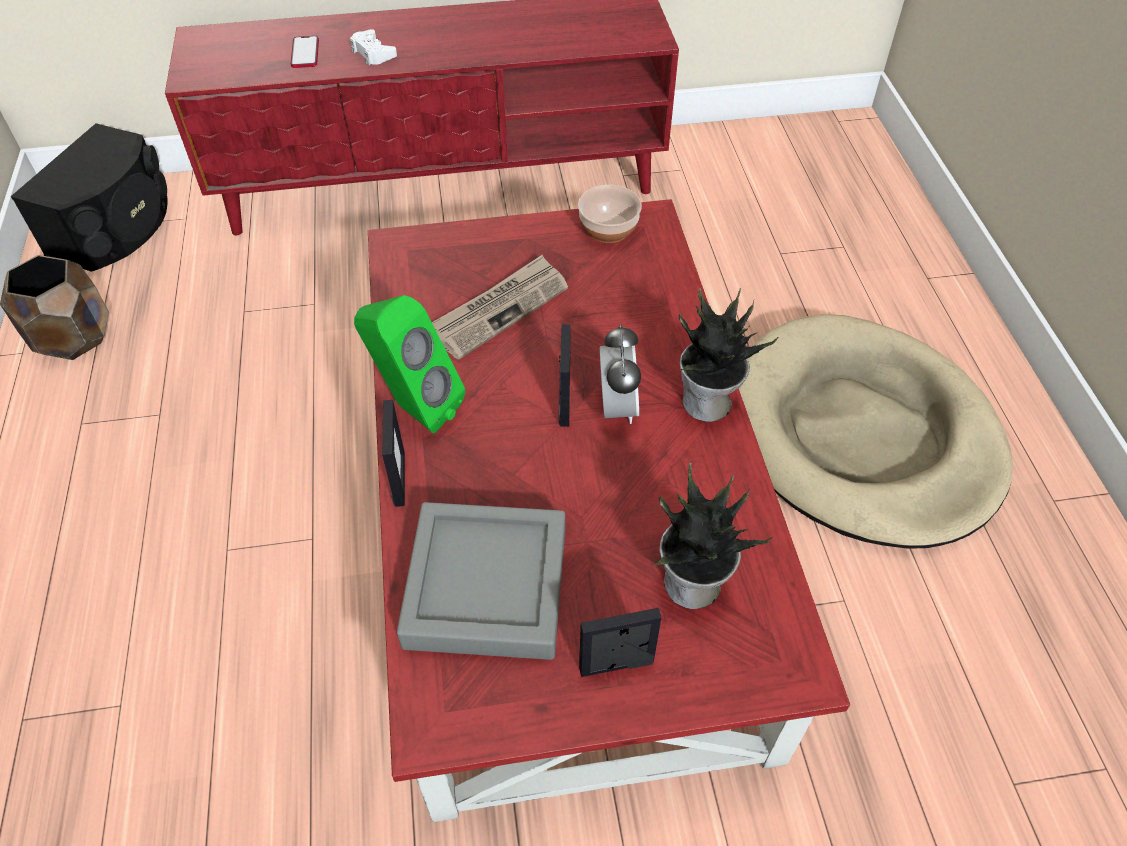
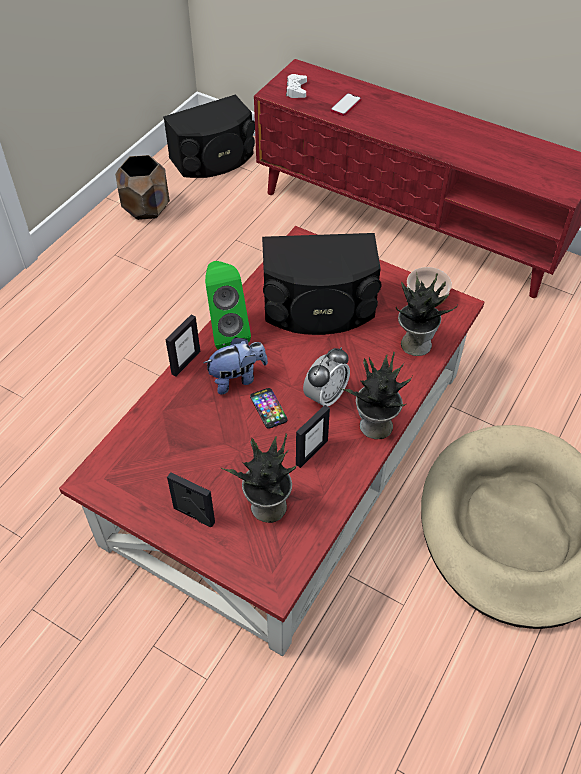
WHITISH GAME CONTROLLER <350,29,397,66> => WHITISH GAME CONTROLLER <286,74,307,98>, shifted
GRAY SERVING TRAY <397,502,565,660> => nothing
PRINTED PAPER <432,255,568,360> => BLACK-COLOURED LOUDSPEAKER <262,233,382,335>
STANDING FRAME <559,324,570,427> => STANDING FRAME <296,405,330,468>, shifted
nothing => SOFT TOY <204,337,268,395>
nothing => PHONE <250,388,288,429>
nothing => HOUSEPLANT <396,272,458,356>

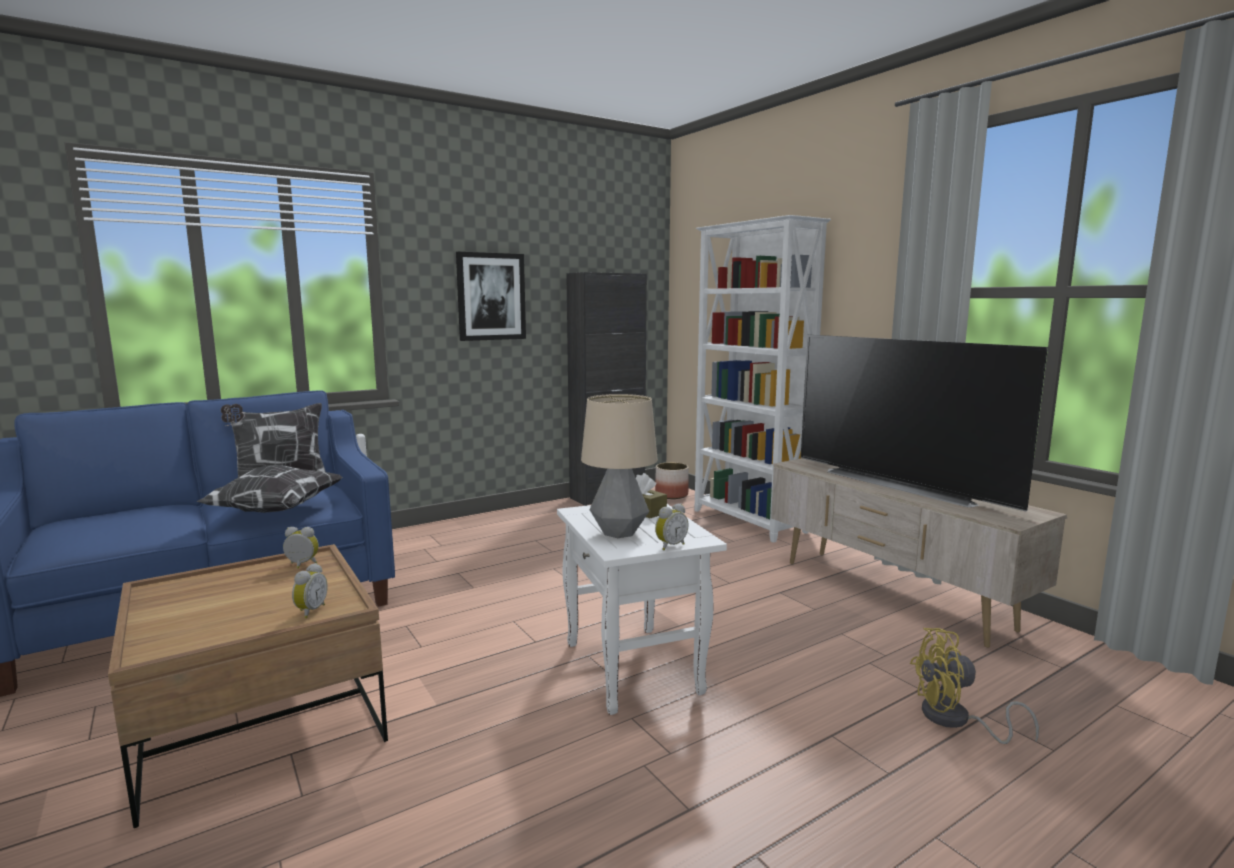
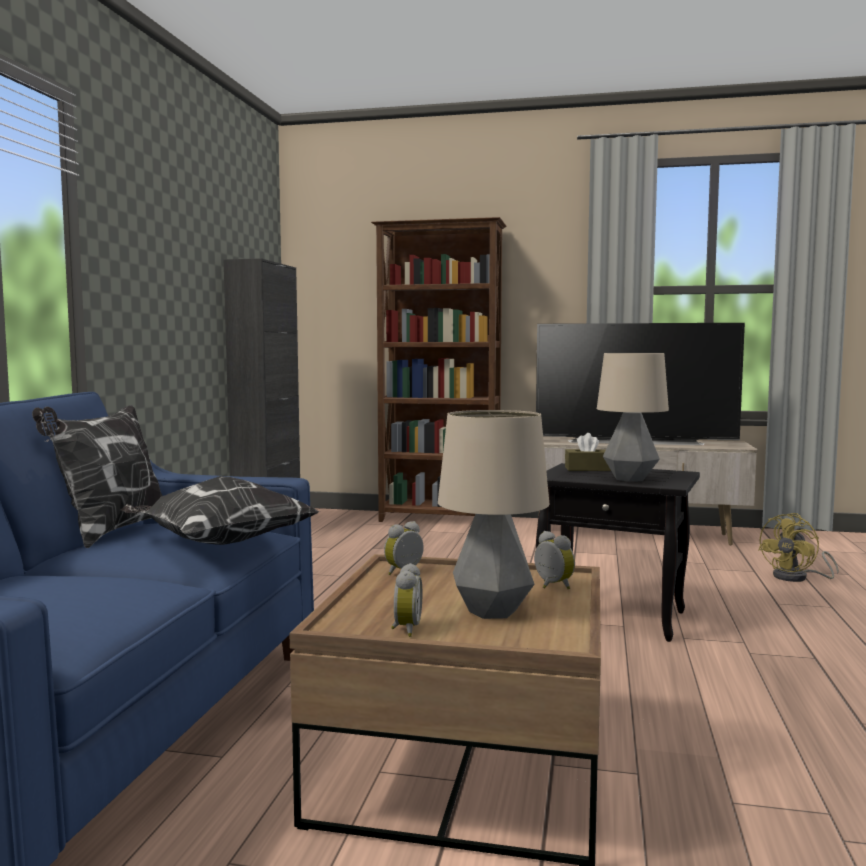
WALL ART <456,252,526,341> => nothing
WHITISH END TABLE <557,504,727,715> => BLACK-COLOURED END TABLE <536,463,700,642>
PLANT POT <655,462,689,499> => nothing
BEDSIDE CLOCK <655,503,689,550> => BEDSIDE CLOCK <391,563,422,637>, shifted
WHITISH BOOKCASE <694,215,831,543> => BROWN BOOKCASE <371,217,506,522>
nothing => TABLE LAMP <438,410,550,619>

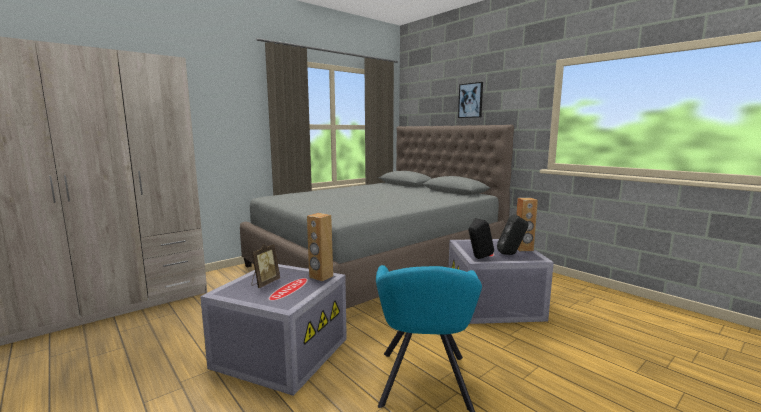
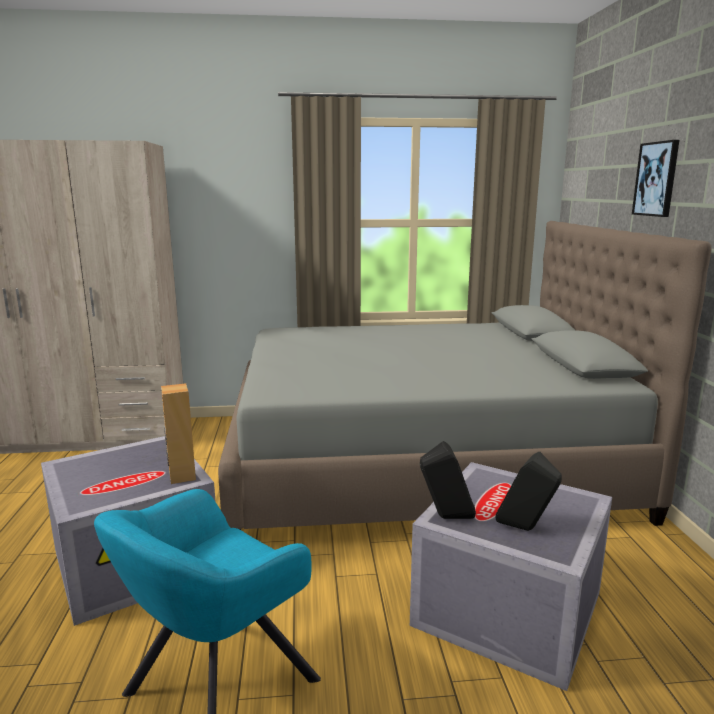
STANDING FRAME <251,244,280,288> => nothing
BROWN LOUDSPEAKER <516,198,538,251> => nothing

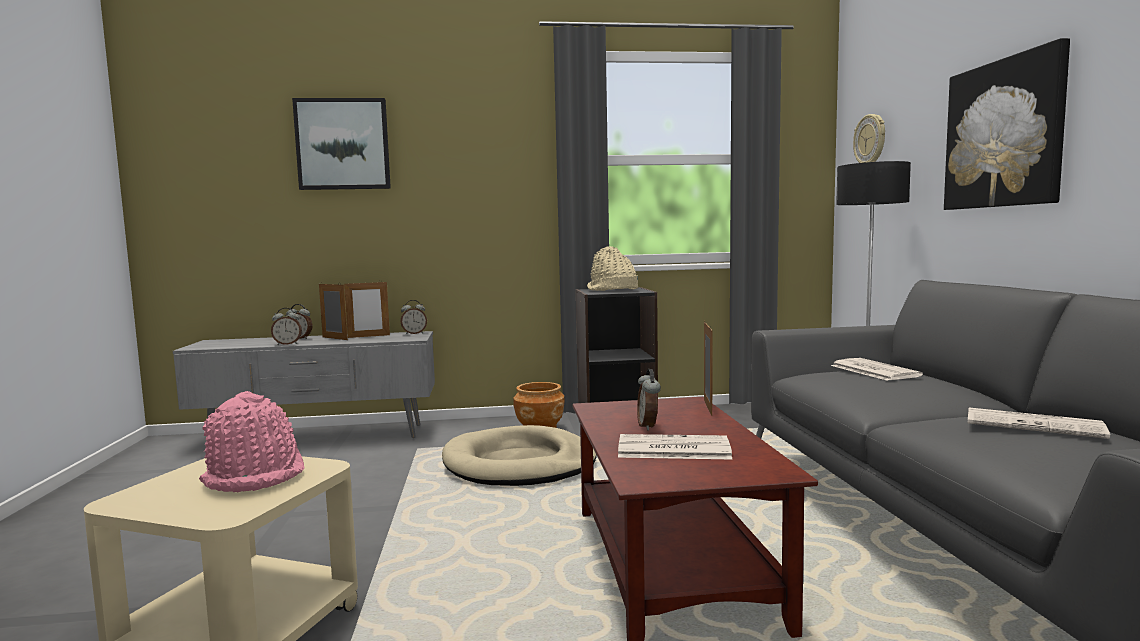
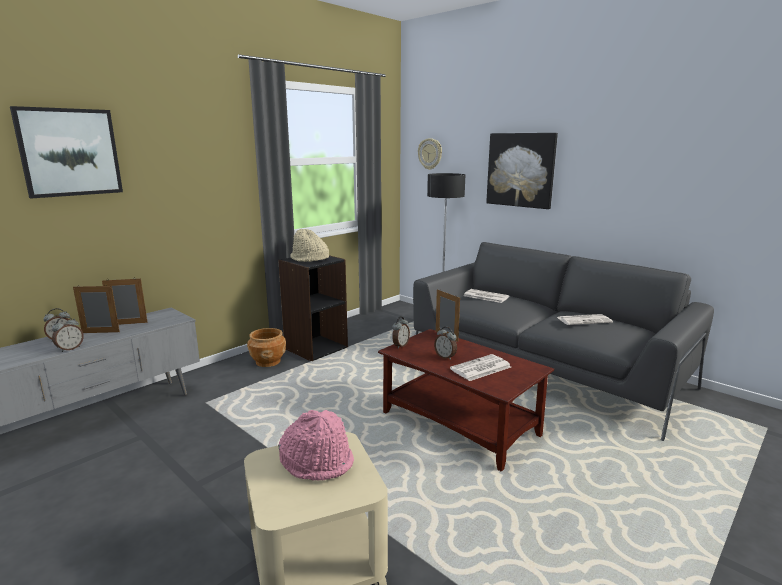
STANDING FRAME <344,280,390,338> => STANDING FRAME <102,277,148,325>, 135 degrees counterclockwise
BEDSIDE CLOCK <401,300,427,335> => BEDSIDE CLOCK <392,317,410,349>, shifted
SAND-COLOURED DOG BED <442,425,597,486> => nothing

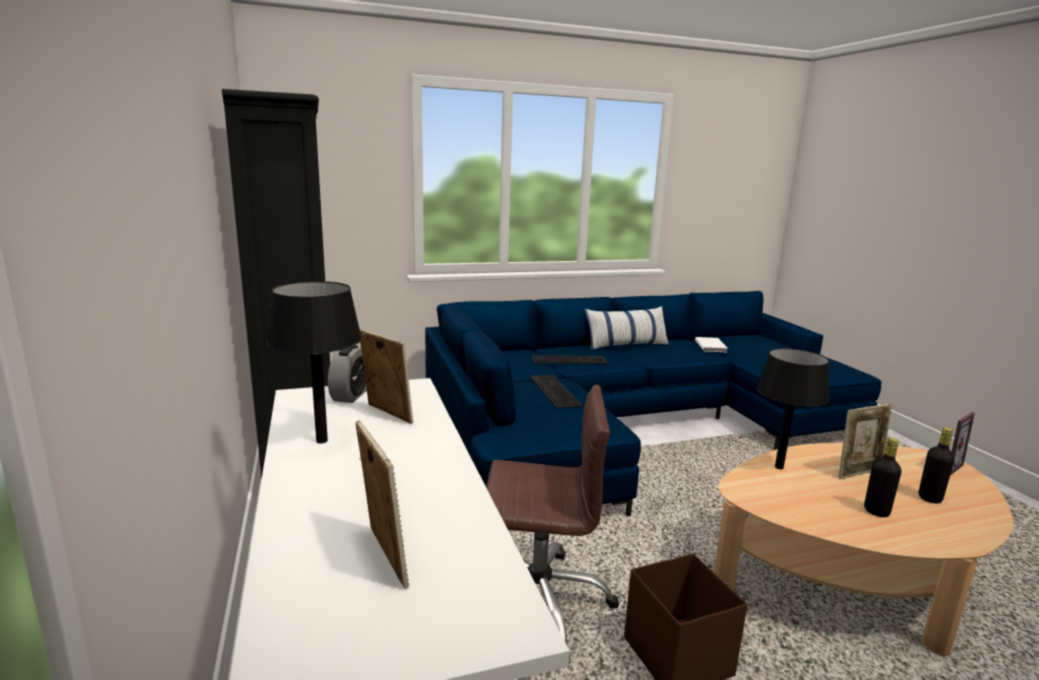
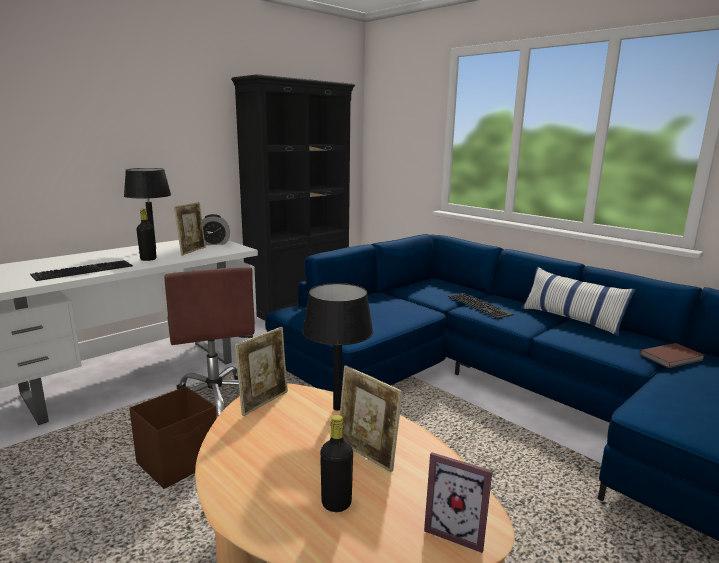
STANDING FRAME <356,421,410,589> => STANDING FRAME <235,327,288,416>, shifted
PC KEYBOARD <530,374,583,408> => PC KEYBOARD <30,260,133,281>, shifted
WHITISH VOLUME <695,337,728,352> => BROWN VOLUME <640,343,704,368>
BLACK-COLOURED BOTTLE <864,438,902,517> => BLACK-COLOURED BOTTLE <136,209,156,261>, shifted

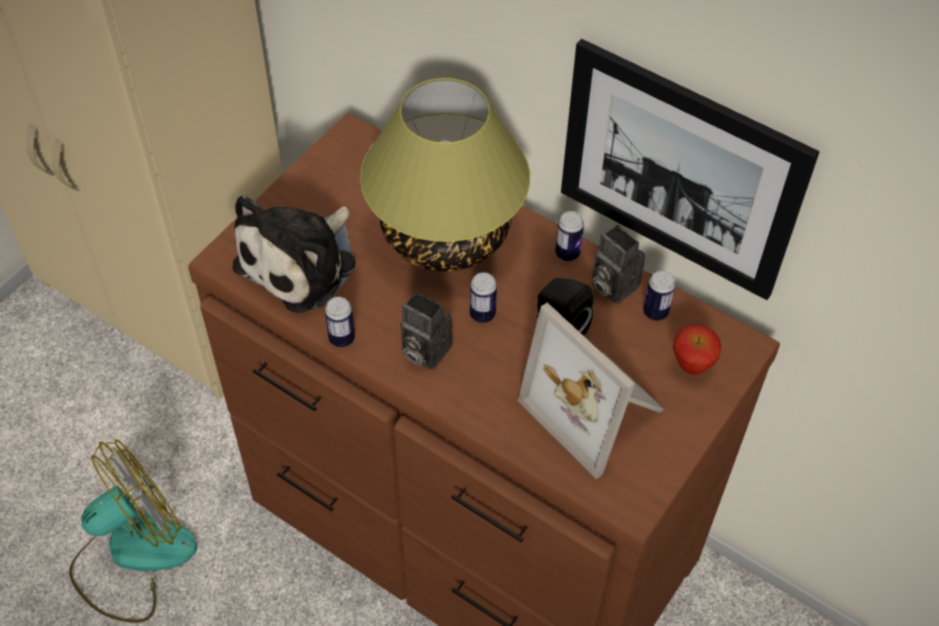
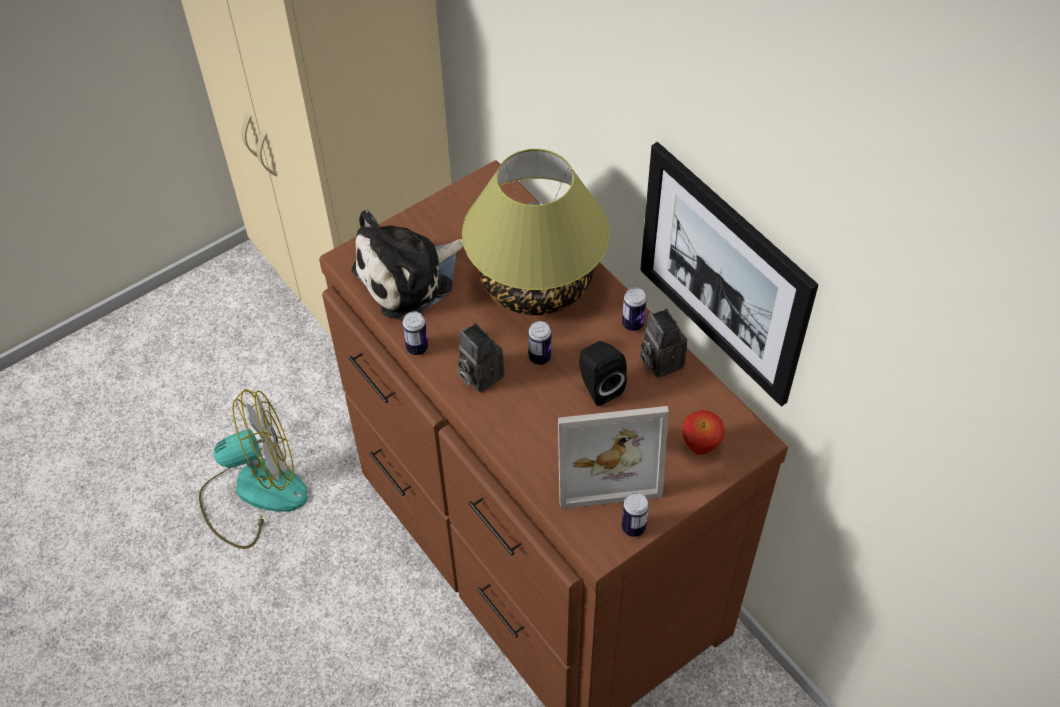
STANDING FRAME <518,302,664,479> => STANDING FRAME <558,406,669,509>, 75 degrees counterclockwise
METAL CAN <643,270,676,321> => METAL CAN <621,492,649,537>, shifted

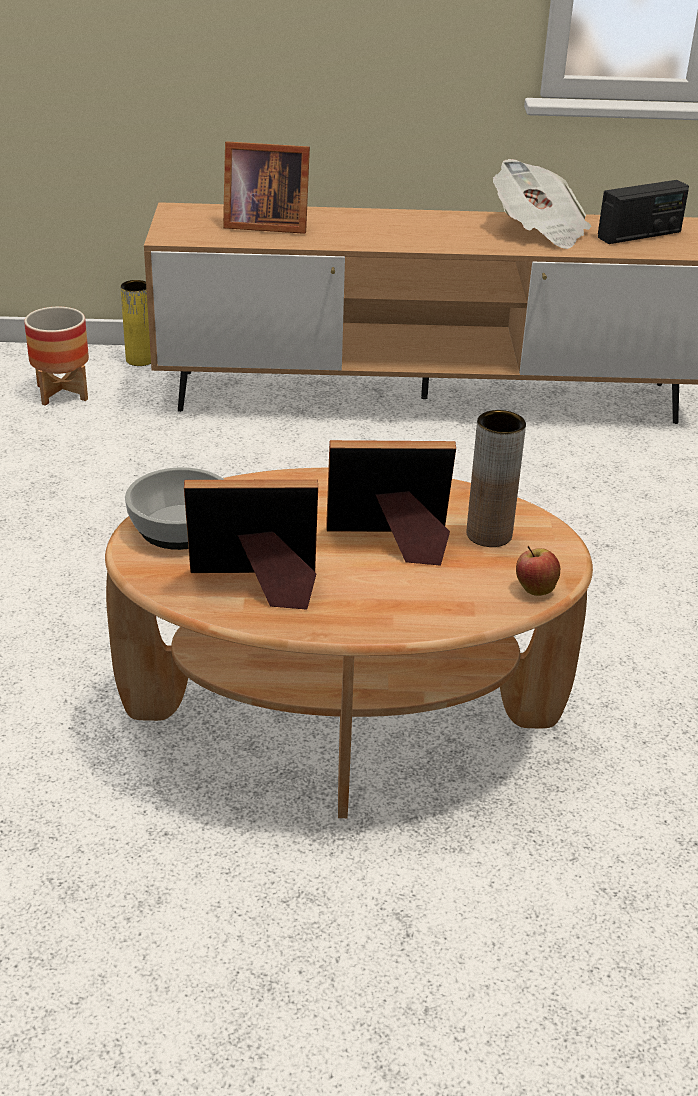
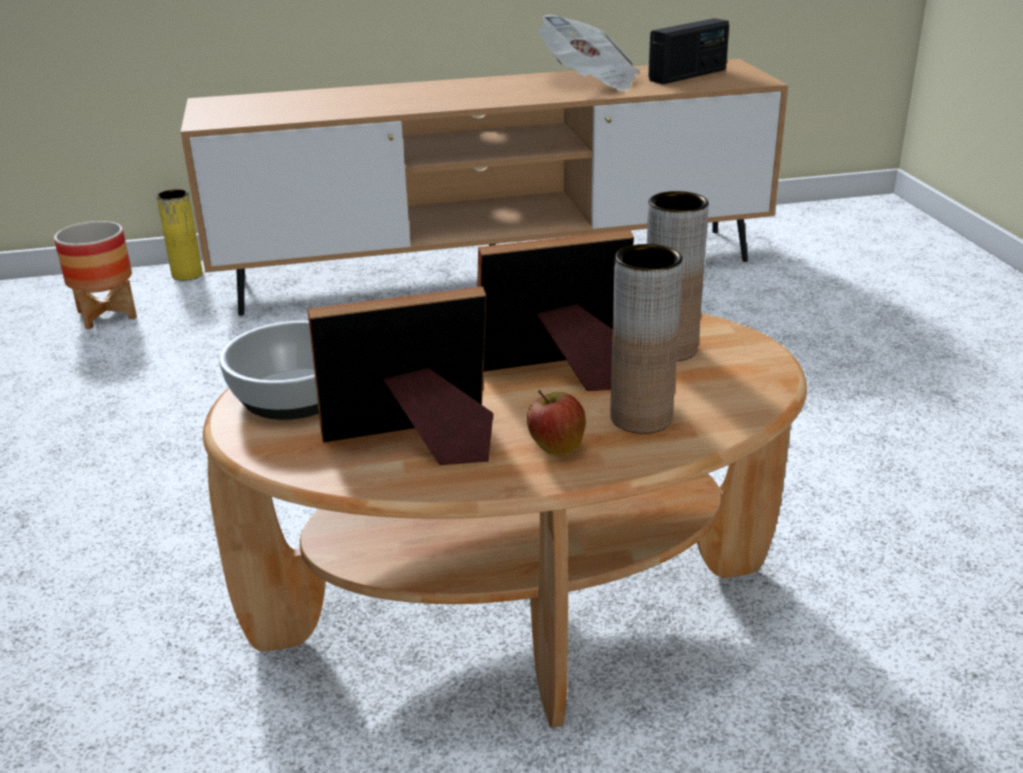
STANDING FRAME <223,141,310,234> => nothing
APPLE <516,545,560,596> => APPLE <527,390,586,455>, shifted
nothing => BROWN VASE <610,244,683,434>

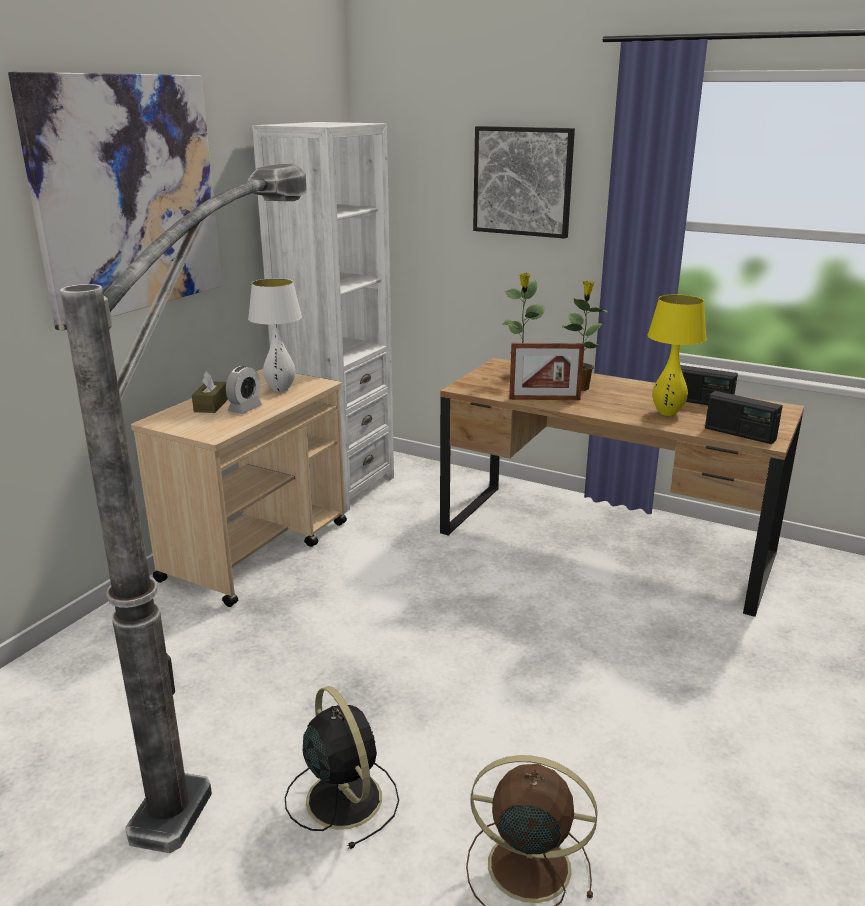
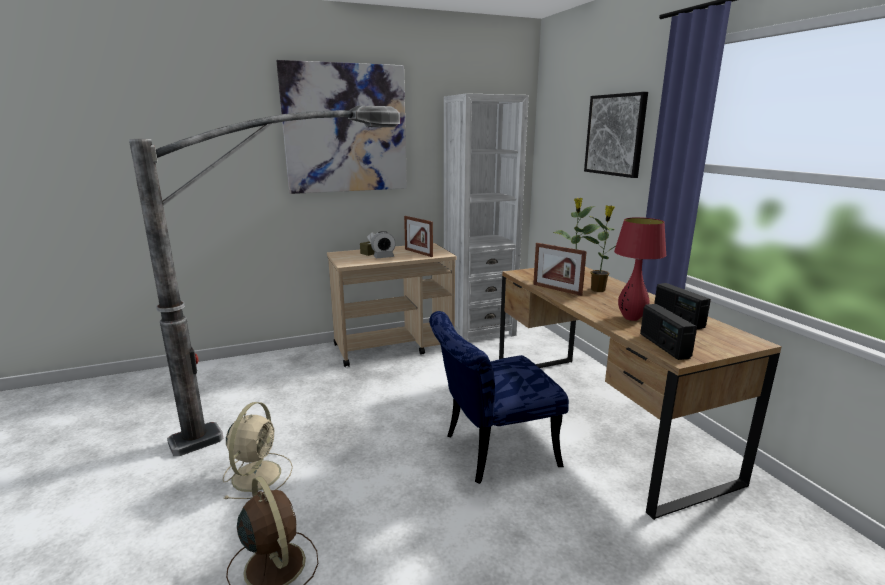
WHITISH TABLE LAMP <248,278,302,392> => STANDING FRAME <404,216,433,257>
BLACK-COLOURED ELECTRIC FAN <285,686,399,849> => SAND-COLOURED ELECTRIC FAN <223,402,293,499>
YELLOW TABLE LAMP <648,294,707,416> => REDDISH TABLE LAMP <614,217,667,321>
nothing => BLUE UPRIGHT CHAIR <429,311,569,484>

